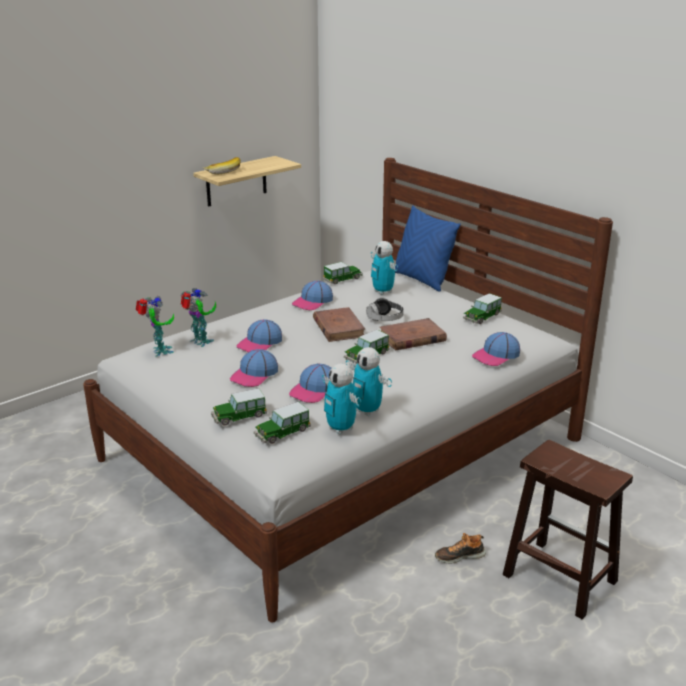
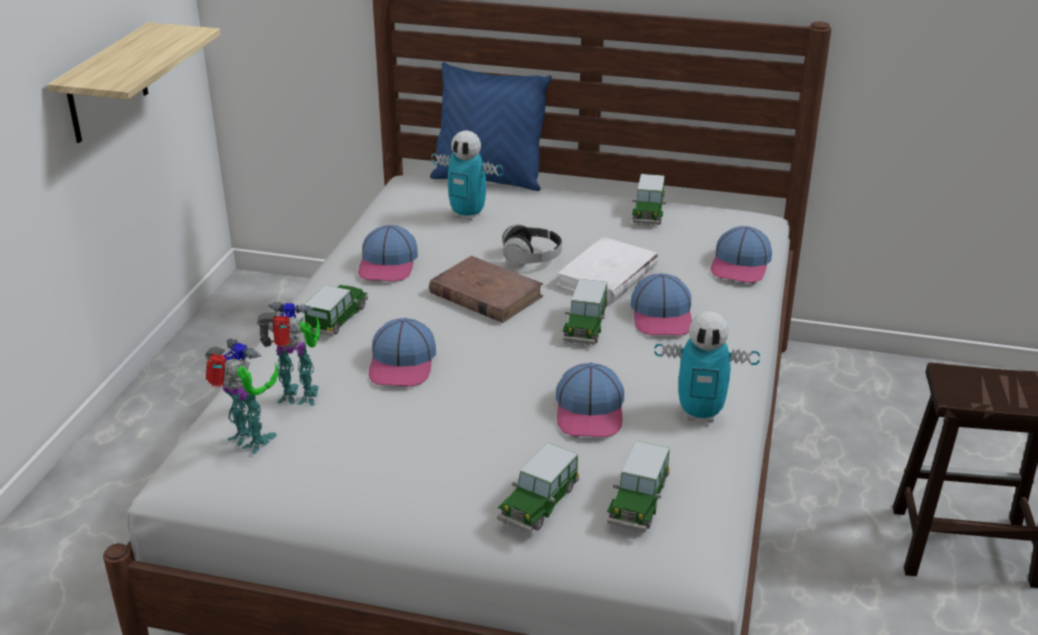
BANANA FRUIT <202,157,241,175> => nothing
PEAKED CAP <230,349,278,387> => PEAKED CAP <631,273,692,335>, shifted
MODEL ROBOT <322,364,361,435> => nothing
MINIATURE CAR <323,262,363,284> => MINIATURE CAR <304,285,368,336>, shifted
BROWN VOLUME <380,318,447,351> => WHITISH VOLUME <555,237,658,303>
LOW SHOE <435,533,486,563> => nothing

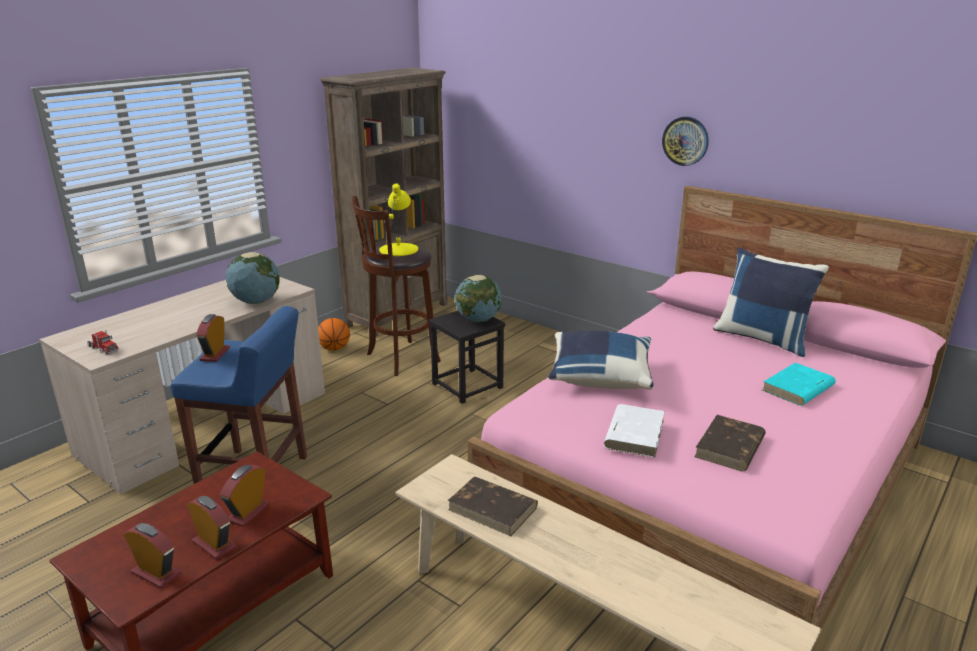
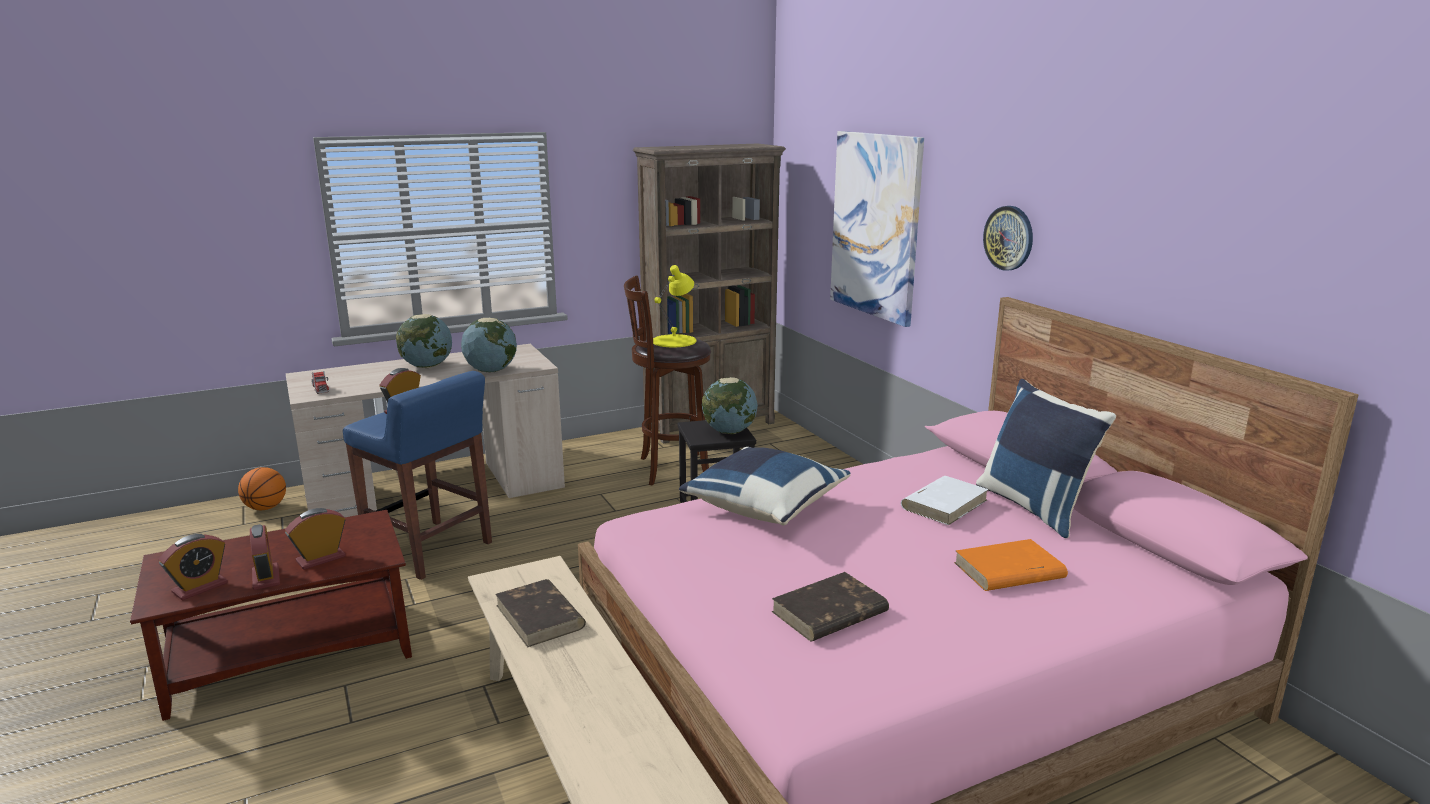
BEDSIDE CLOCK <124,523,181,588> => BEDSIDE CLOCK <158,534,228,601>, 75 degrees clockwise
BALL FOR BASKETBALL <318,318,350,351> => BALL FOR BASKETBALL <238,467,286,510>, shifted
WHITISH VOLUME <604,404,665,458> => WHITISH VOLUME <901,476,989,525>, shifted
TURQUOISE VOLUME <762,363,836,406> => ORANGE-COLOURED VOLUME <954,539,1068,591>
nothing => GLOBE <396,314,452,368>
nothing => WALL ART <830,131,924,327>

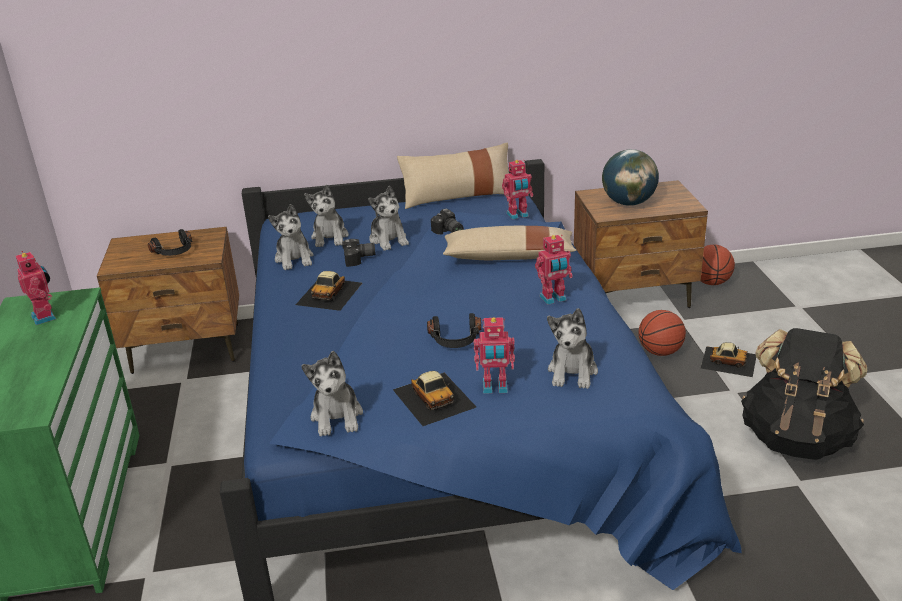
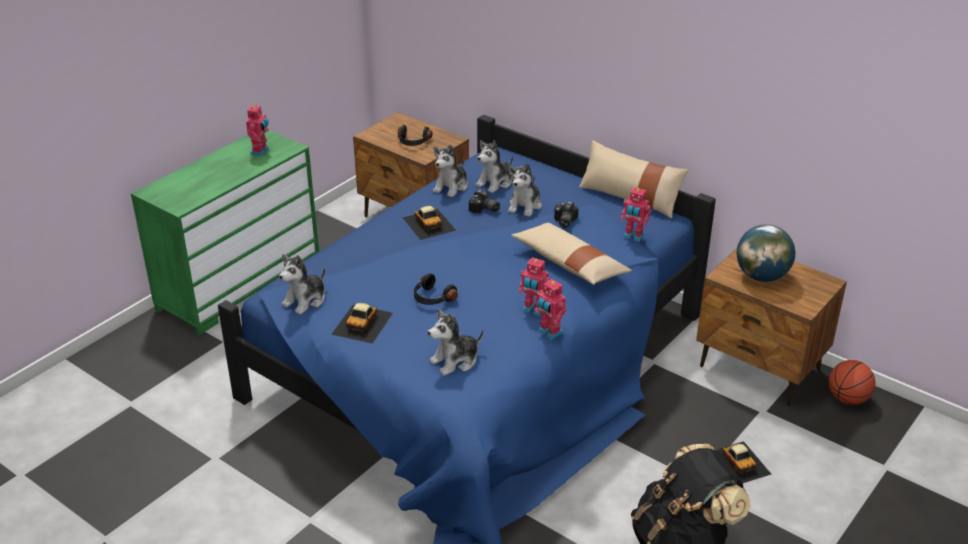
MINIATURE CAR <296,271,362,311> => MINIATURE CAR <402,206,457,240>, 90 degrees counterclockwise
MODEL ROBOT <474,317,515,394> => MODEL ROBOT <535,279,567,340>, shifted
BALL FOR BASKETBALL <638,310,686,356> => nothing

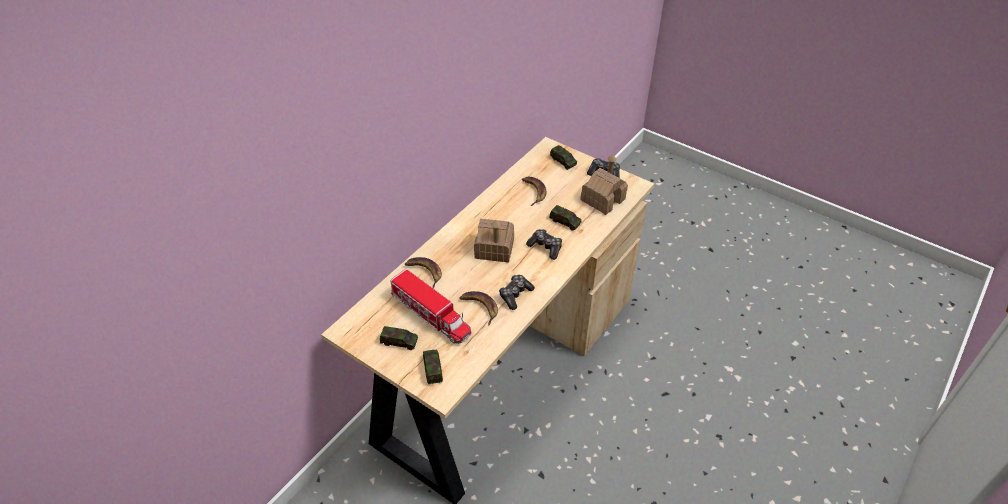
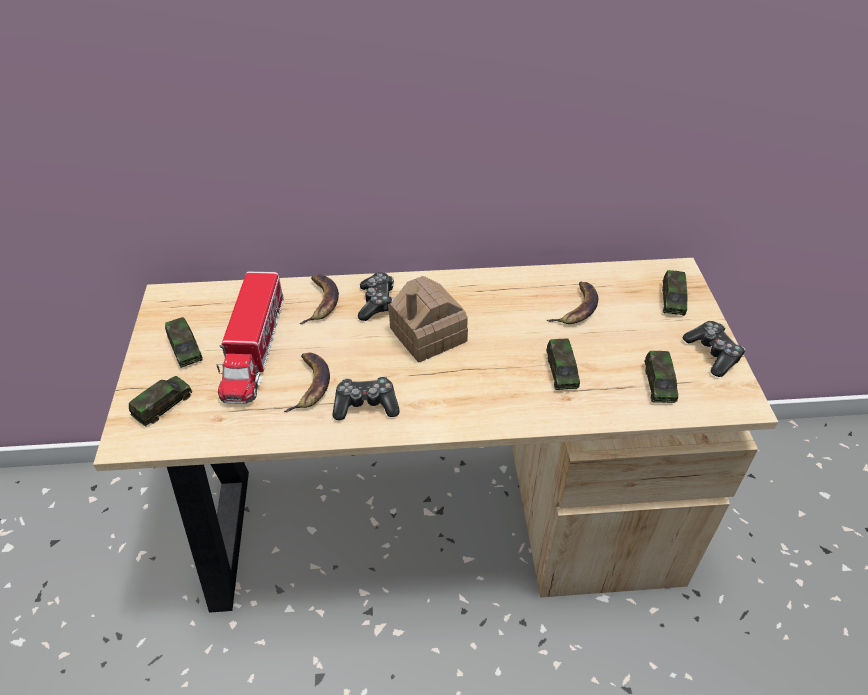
GAME CONTROLLER <526,229,562,260> => GAME CONTROLLER <358,272,394,321>, shifted
MODEL HOUSE <580,154,628,215> => MINIATURE CAR <644,351,678,403>

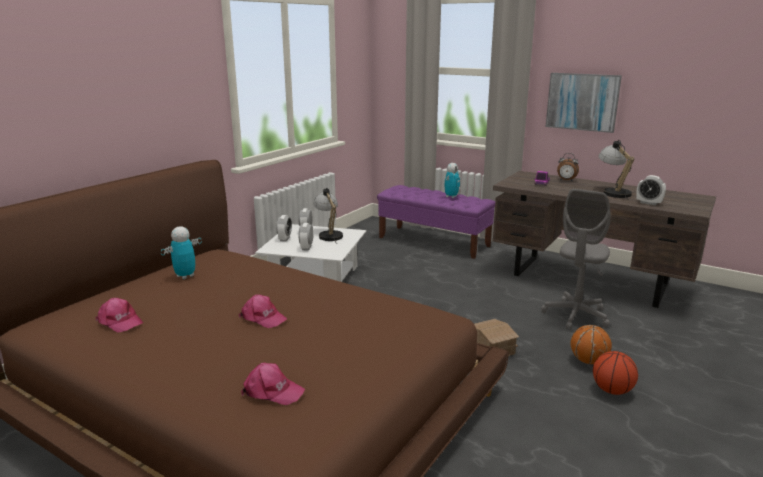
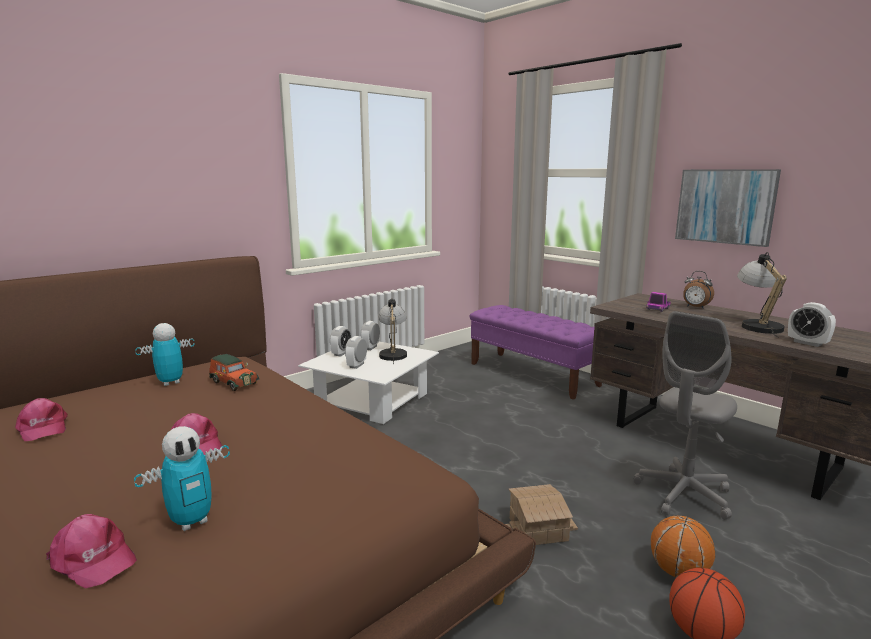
MODEL ROBOT <445,163,460,198> => MODEL ROBOT <134,426,230,531>, shifted
nothing => MINIATURE CAR <209,354,259,391>

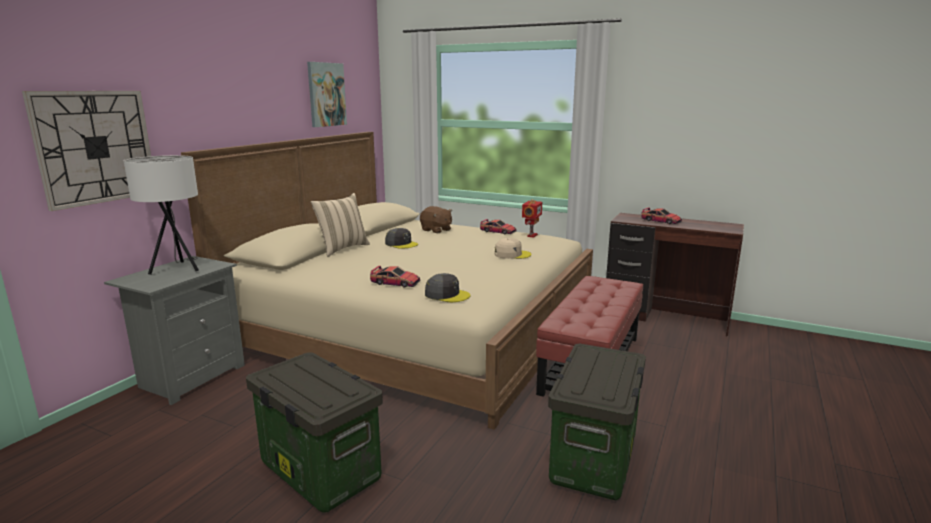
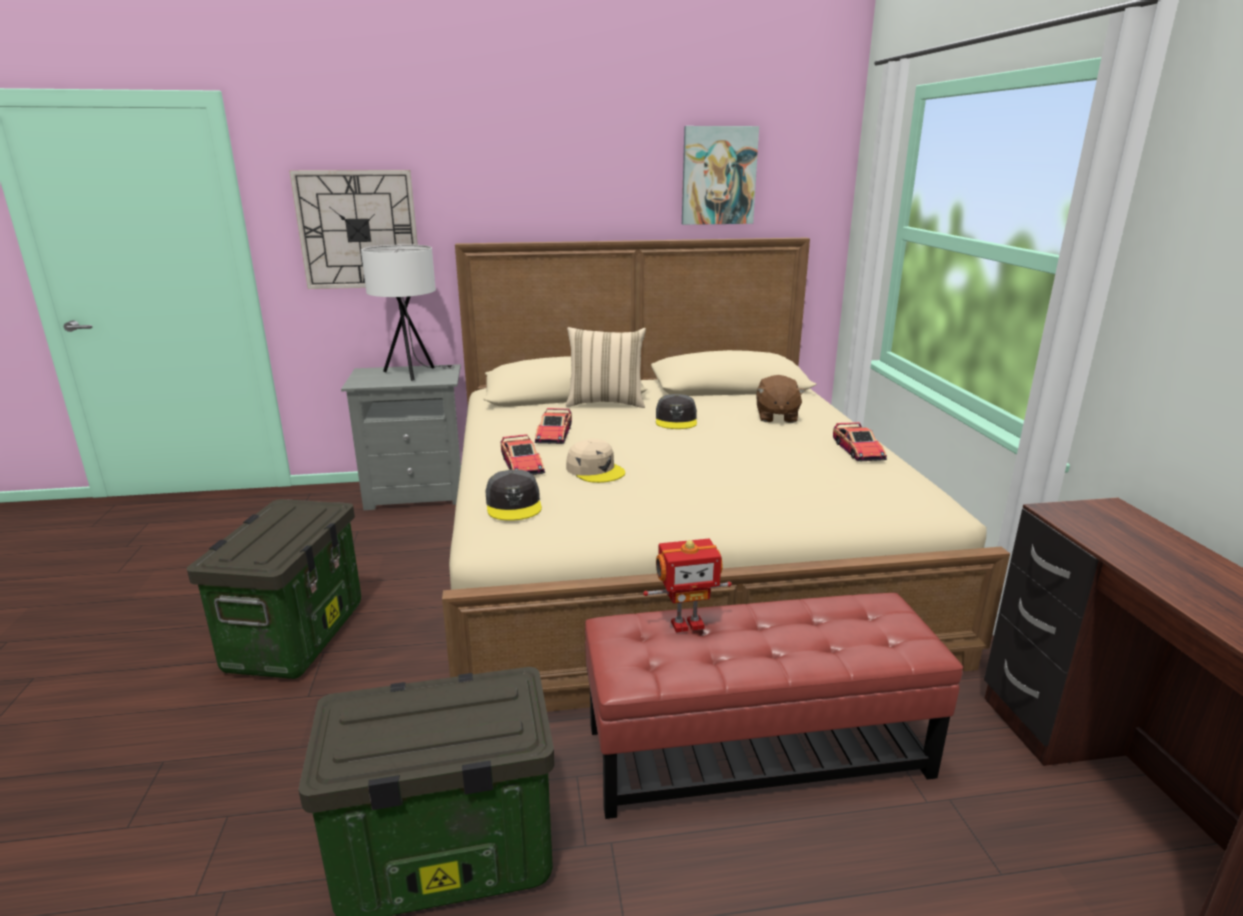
SAND-COLOURED PEAKED CAP <495,238,531,259> => SAND-COLOURED PEAKED CAP <566,439,625,483>, shifted
MODEL ROBOT <522,199,542,238> => MODEL ROBOT <643,539,732,633>, shifted
MINIATURE CAR <641,208,682,224> => MINIATURE CAR <535,408,572,444>, shifted

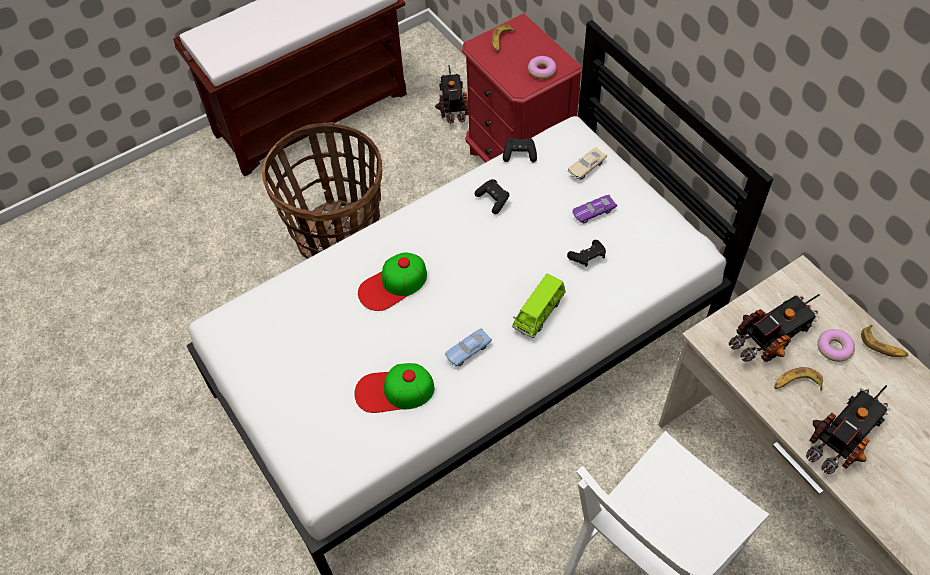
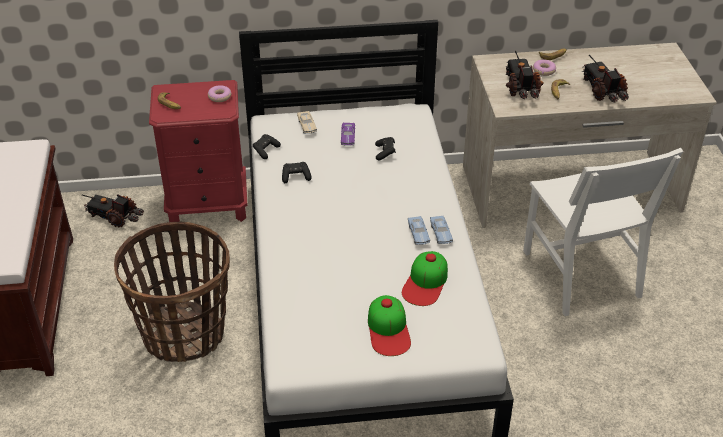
PEAKED CAP <358,252,427,311> => PEAKED CAP <368,295,411,356>, shifted
GREEN MINIATURE CAR <512,274,566,338> => nothing
nothing => BLUE MINIATURE CAR <430,215,453,244>

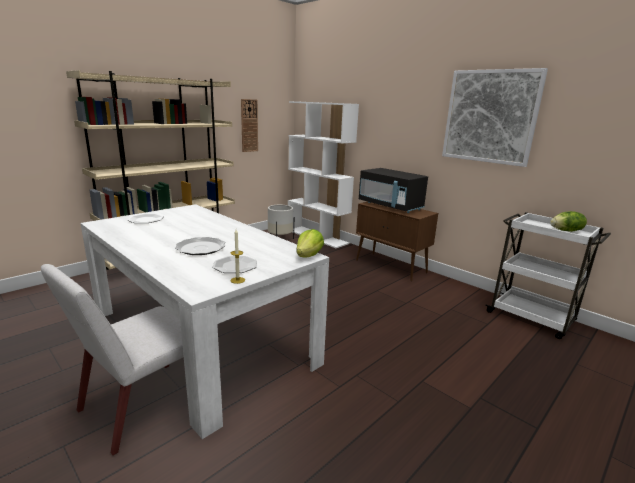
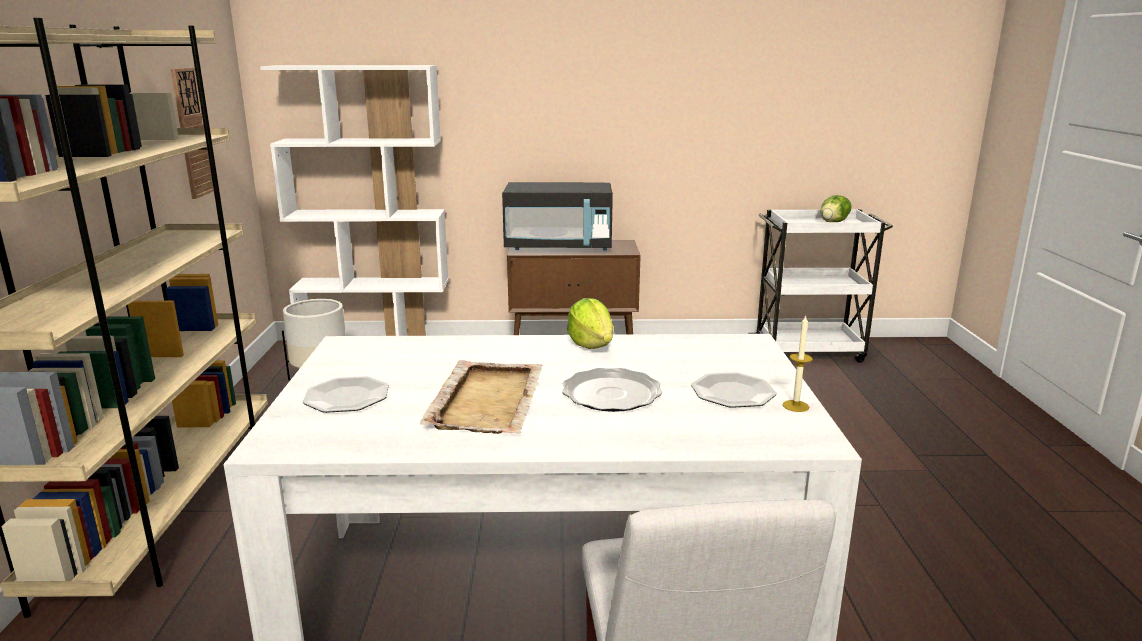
LETTUCE HEAD <297,229,324,258> => LETTUCE HEAD <567,298,614,349>, shifted
WALL ART <442,68,548,167> => nothing
nothing => SAND-COLOURED SERVING TRAY <420,360,543,434>

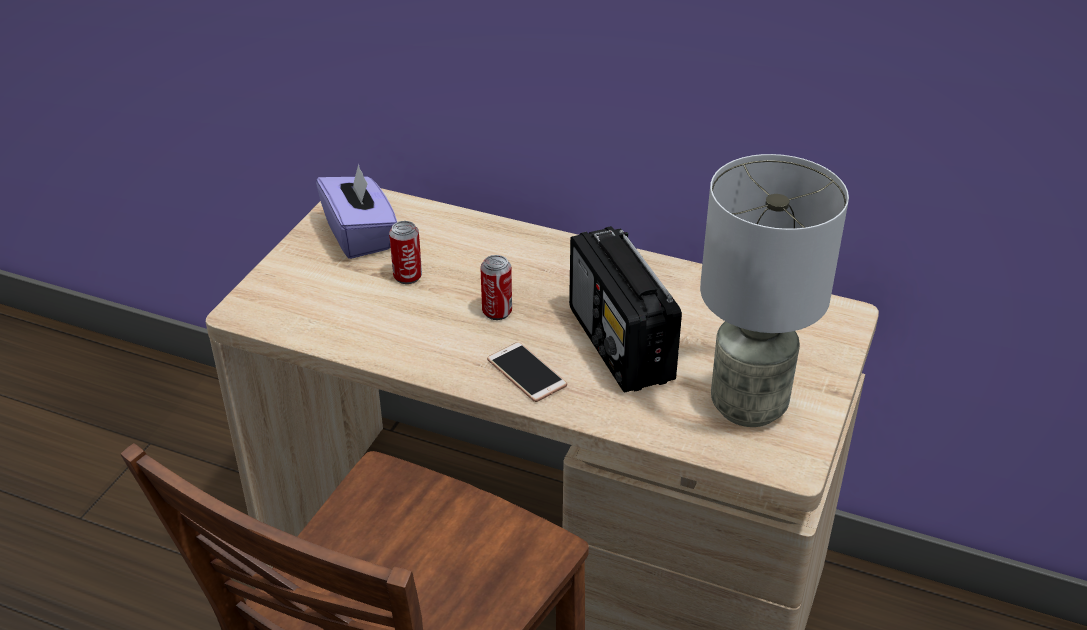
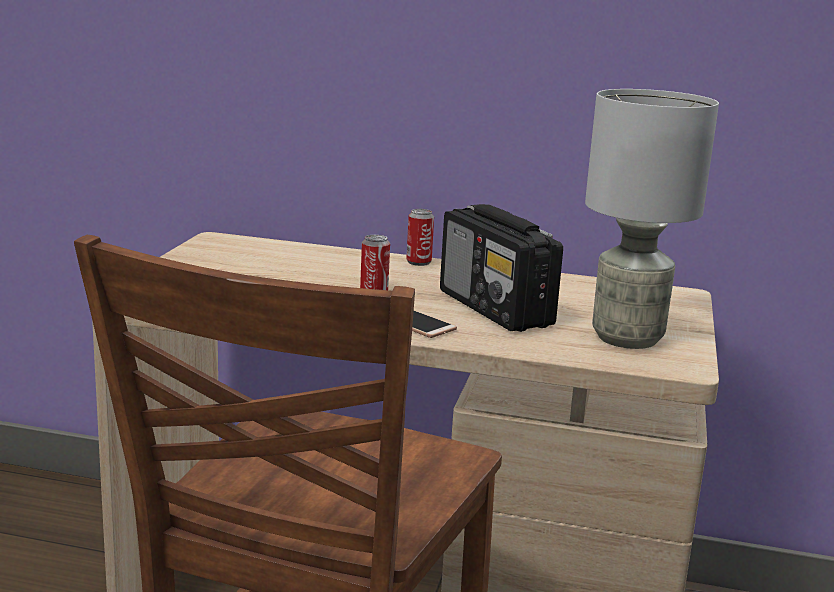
PURPLE-COLOURED TISSUE BOX <316,164,397,259> => nothing
METAL CAN <389,221,422,284> => METAL CAN <406,209,434,266>, shifted

